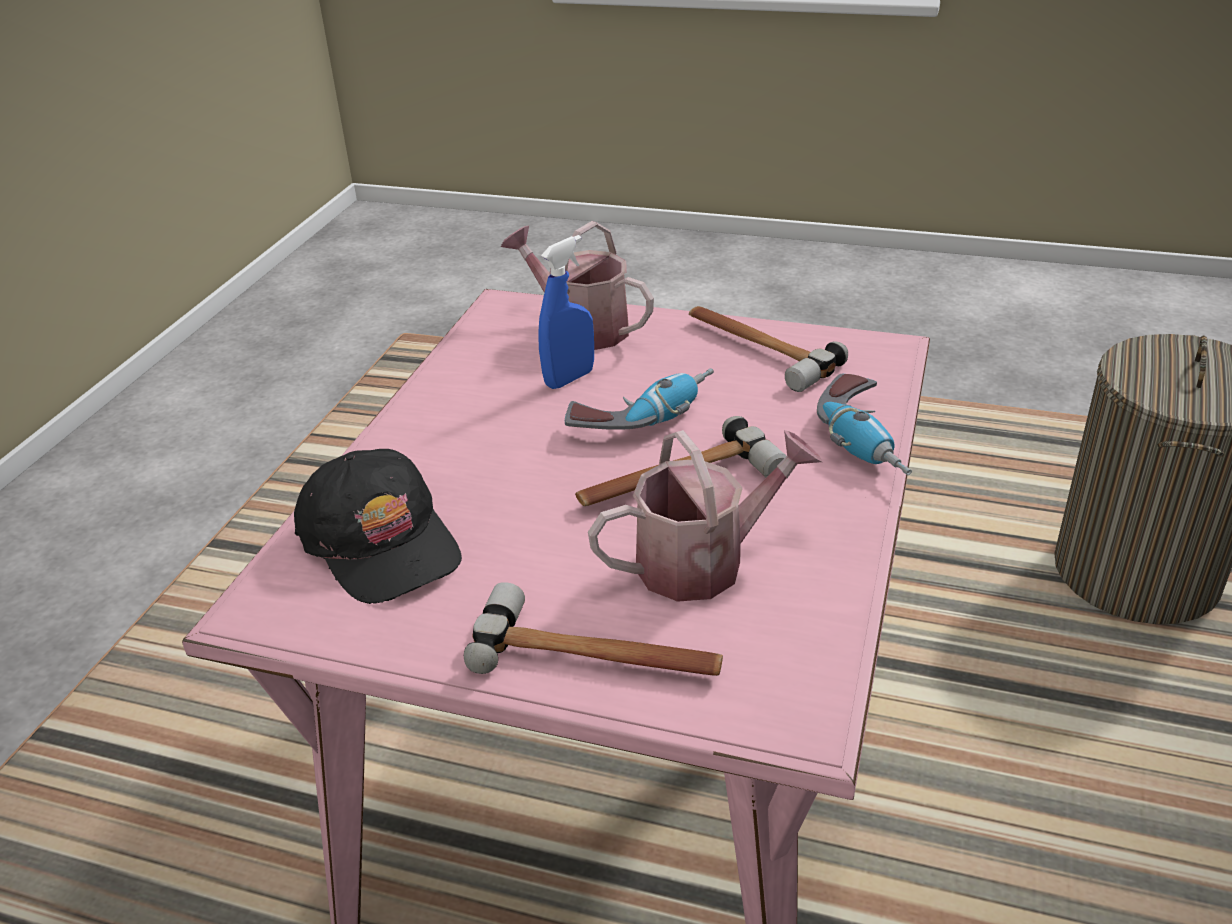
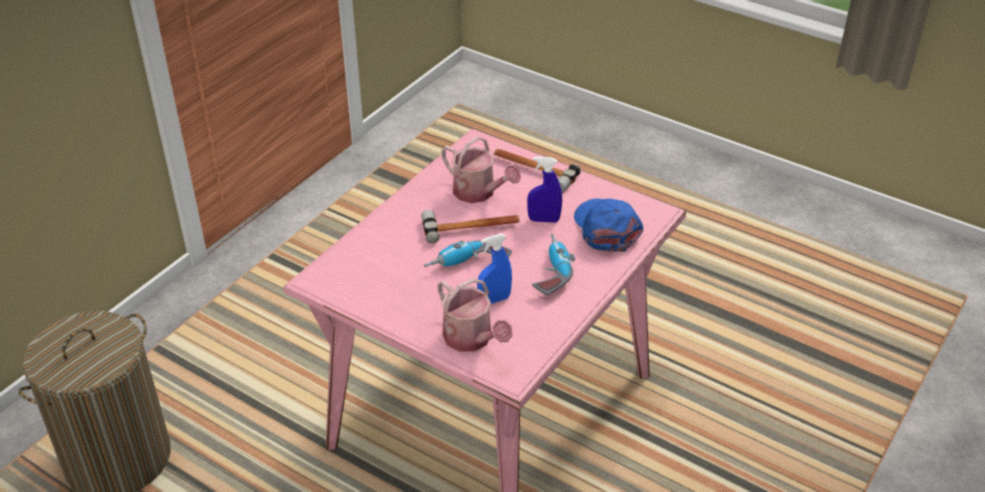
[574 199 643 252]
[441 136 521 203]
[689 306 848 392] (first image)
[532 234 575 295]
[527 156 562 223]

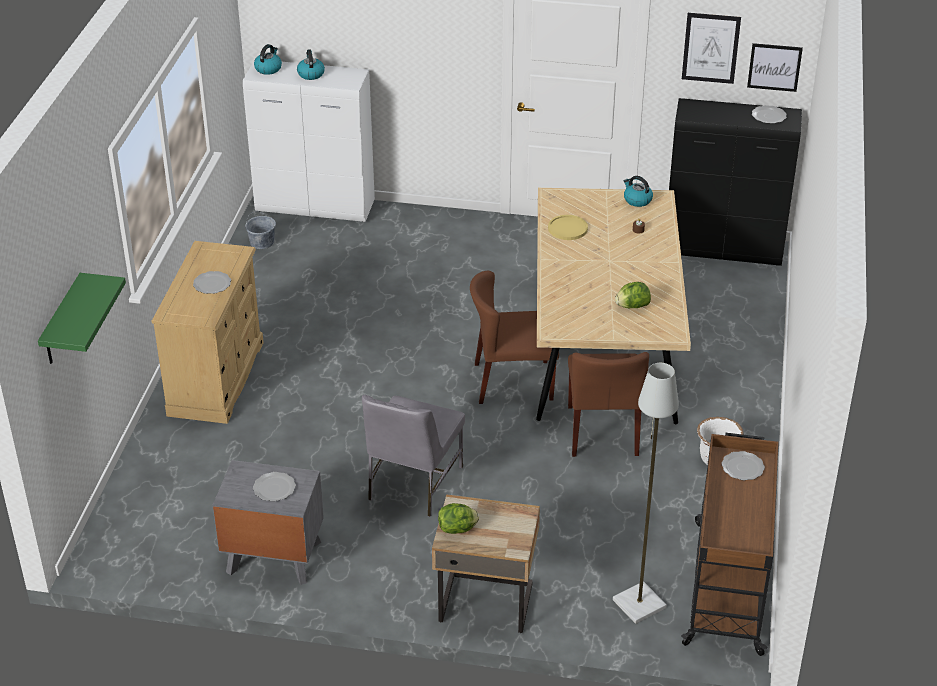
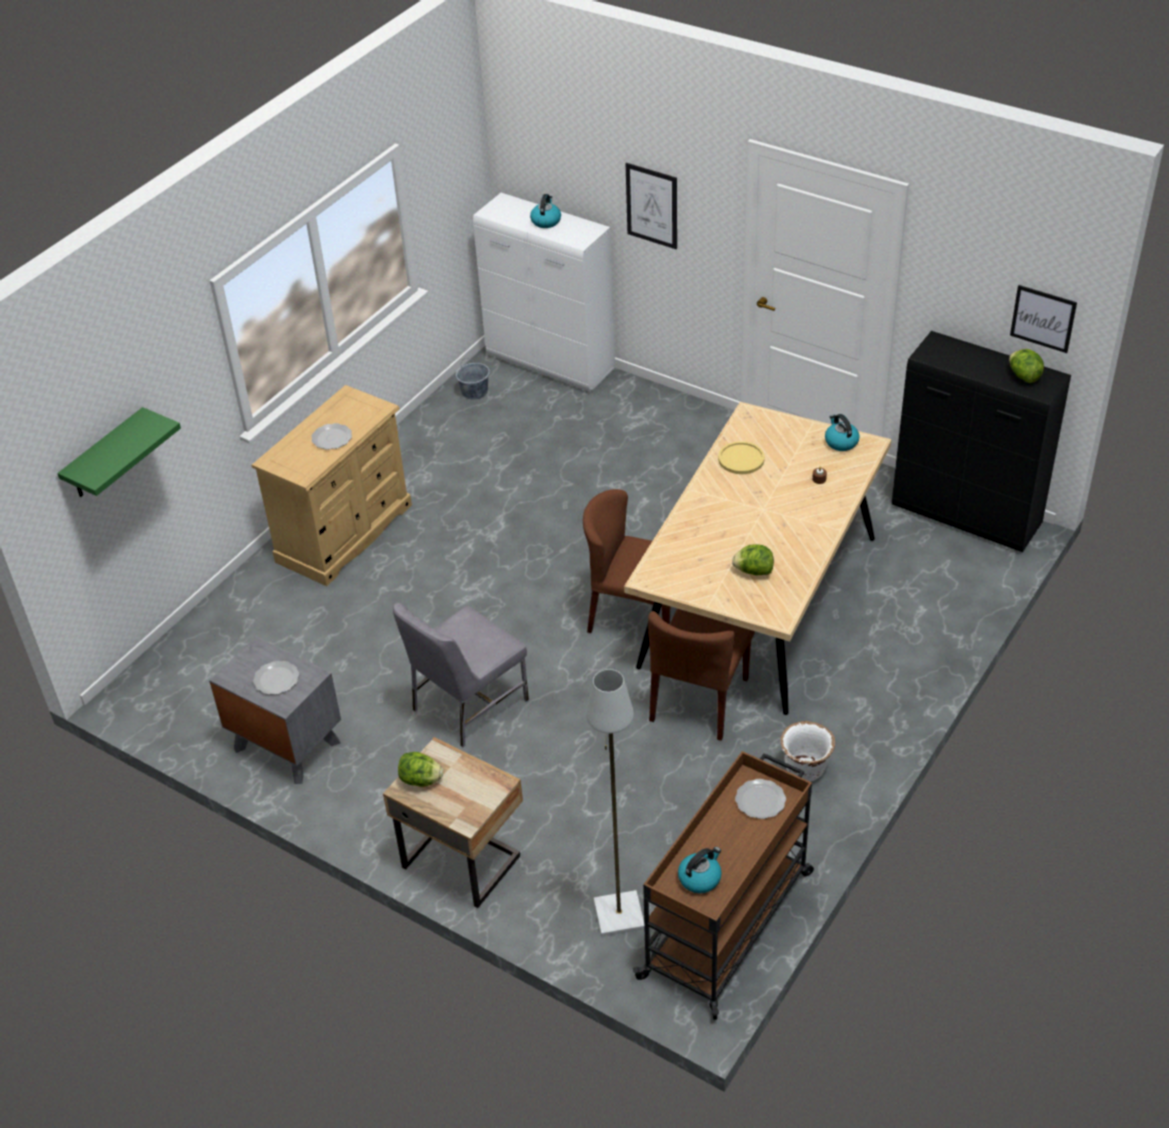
[678 847 722 893]
[626 163 677 249]
[1009 349 1044 383]

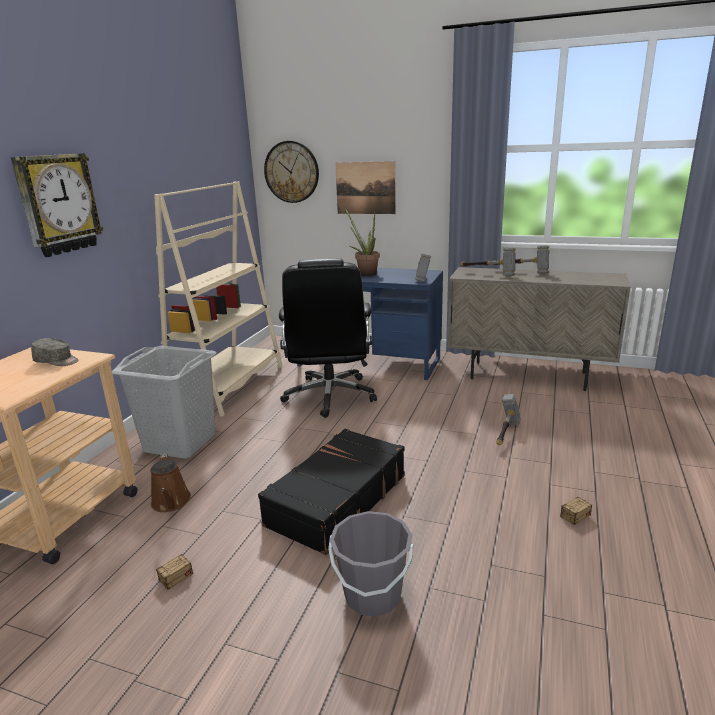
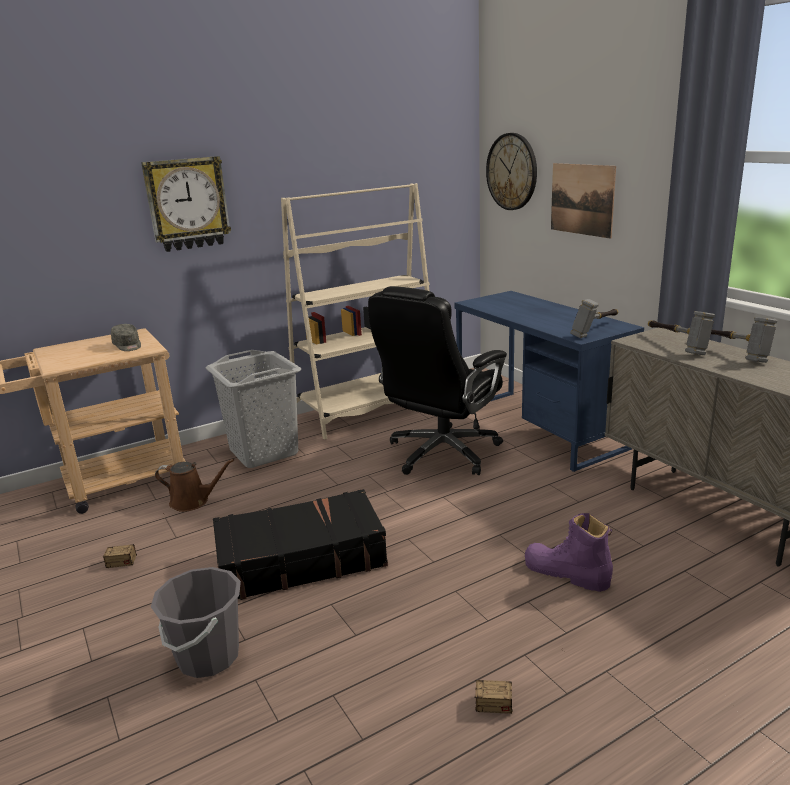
[155 459 234 512]
[344 207 380 276] (first image)
[525 513 613 592]

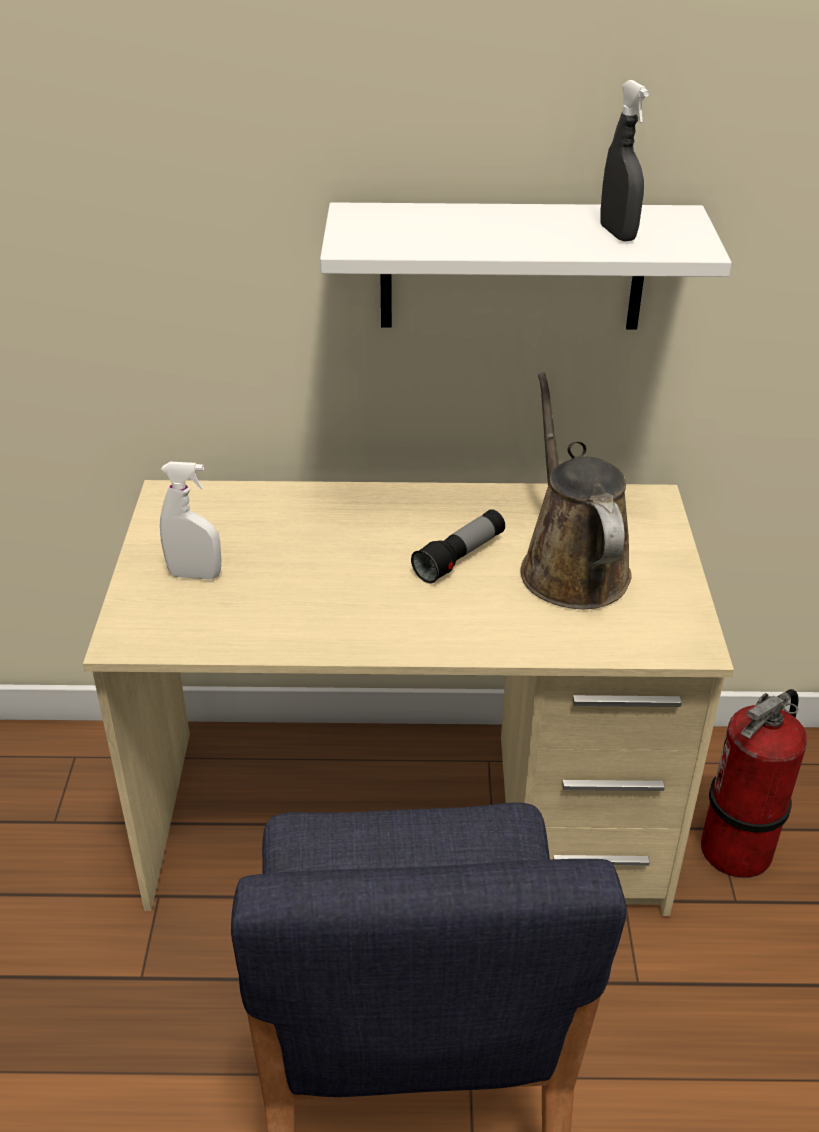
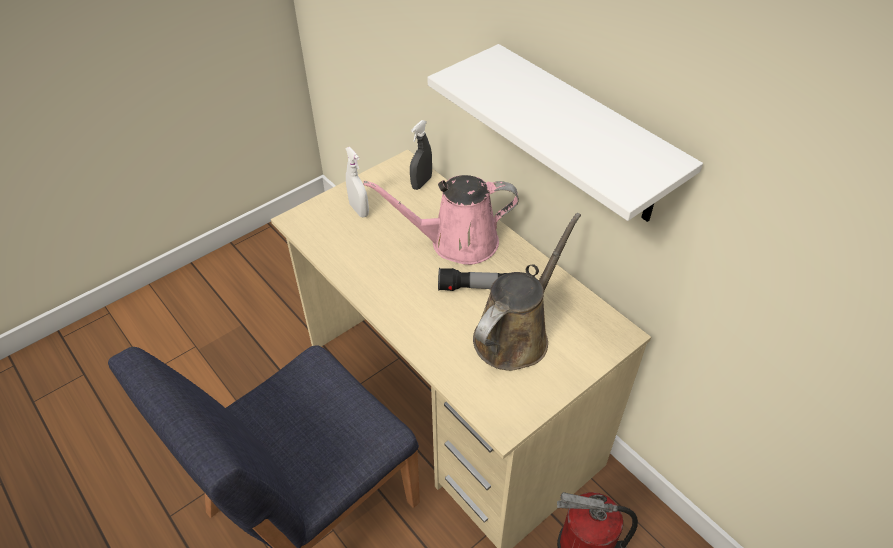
[410 120 432 190]
[363 175 519 265]

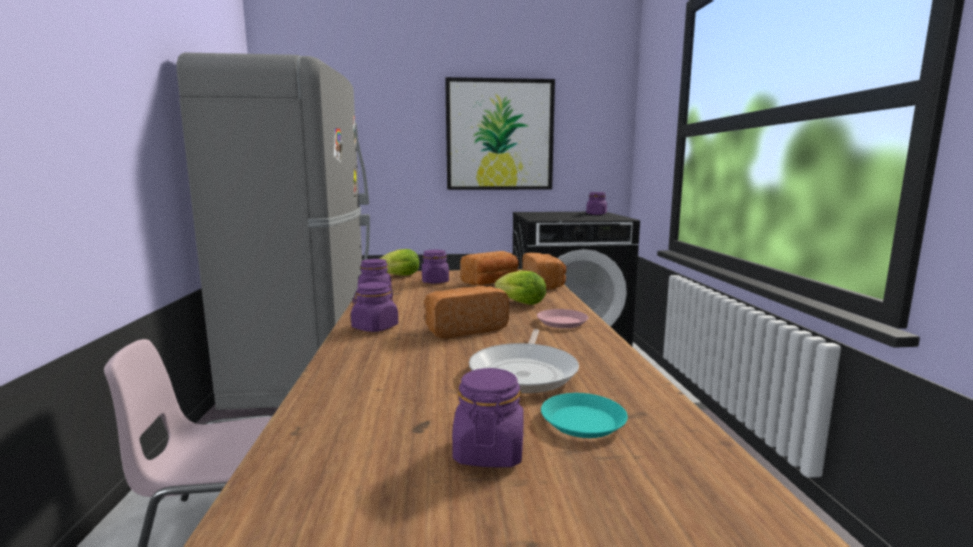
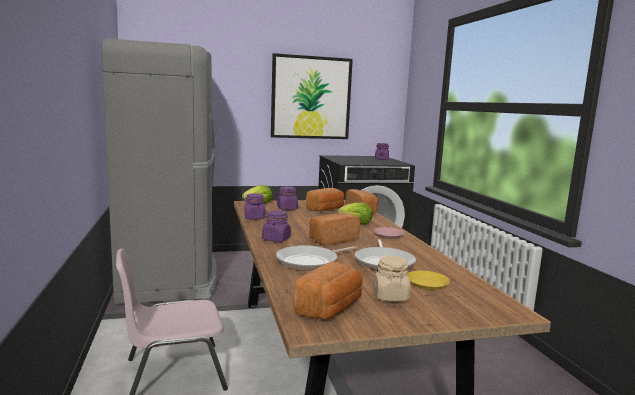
[373 256 411 301]
[407 271 450 290]
[276 245 357 271]
[294 261 363 319]

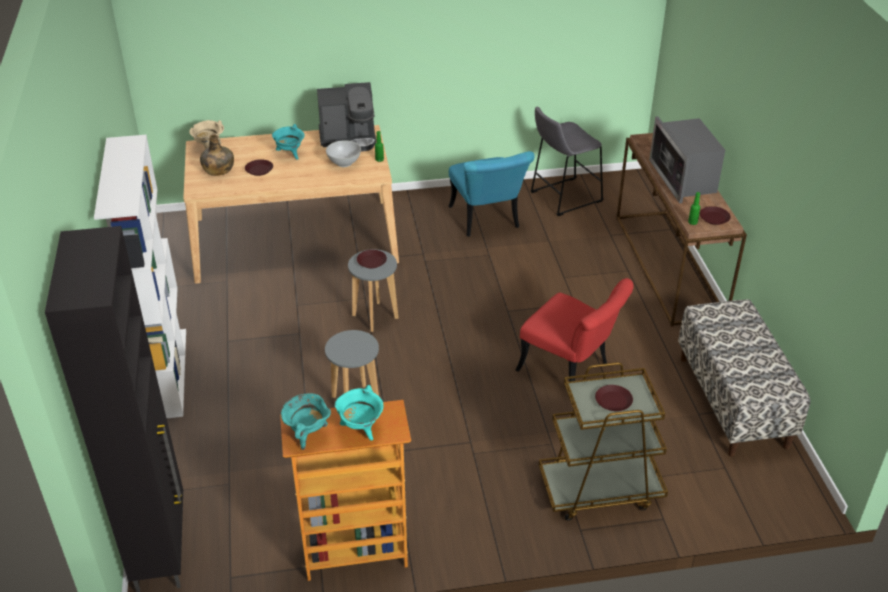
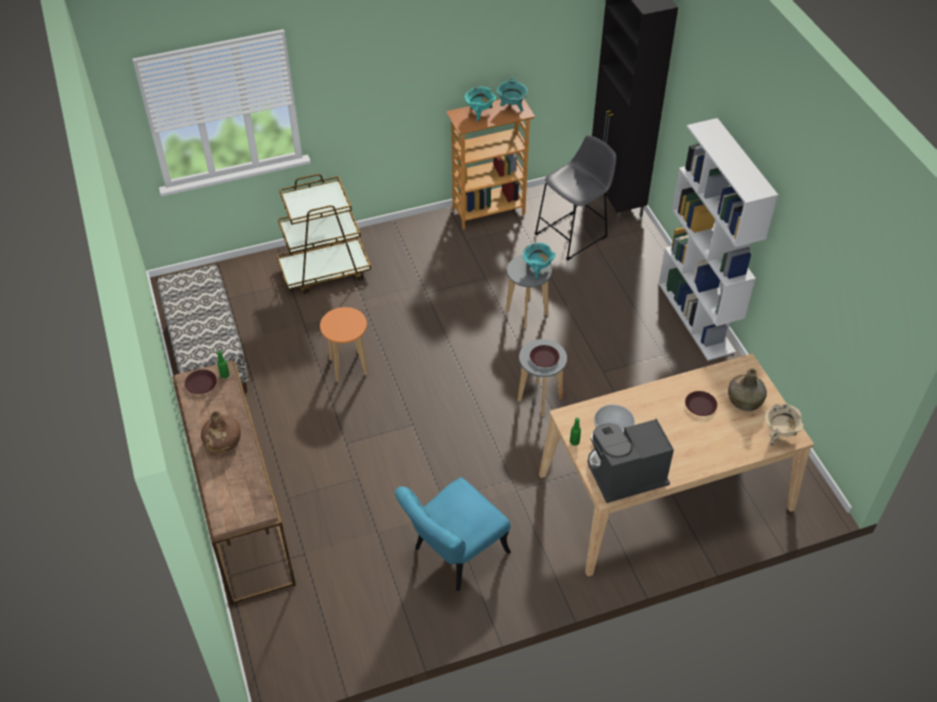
[523 243 556 280]
[395 477 511 591]
[320 307 368 382]
[534 135 617 261]
[595 385 633 411] (first image)
[201 411 241 453]

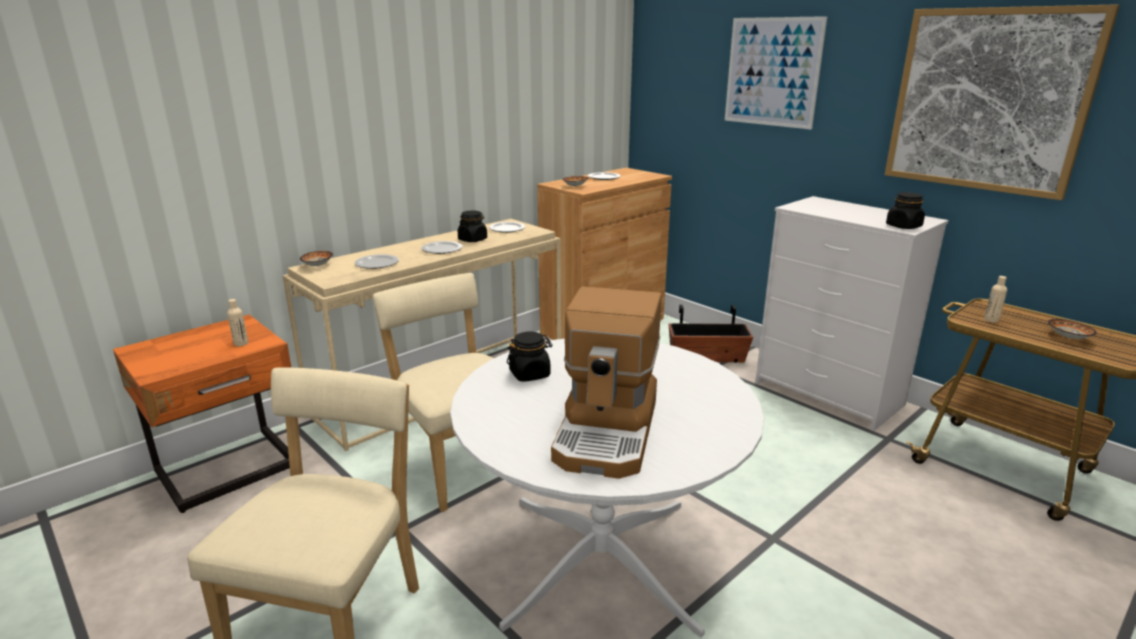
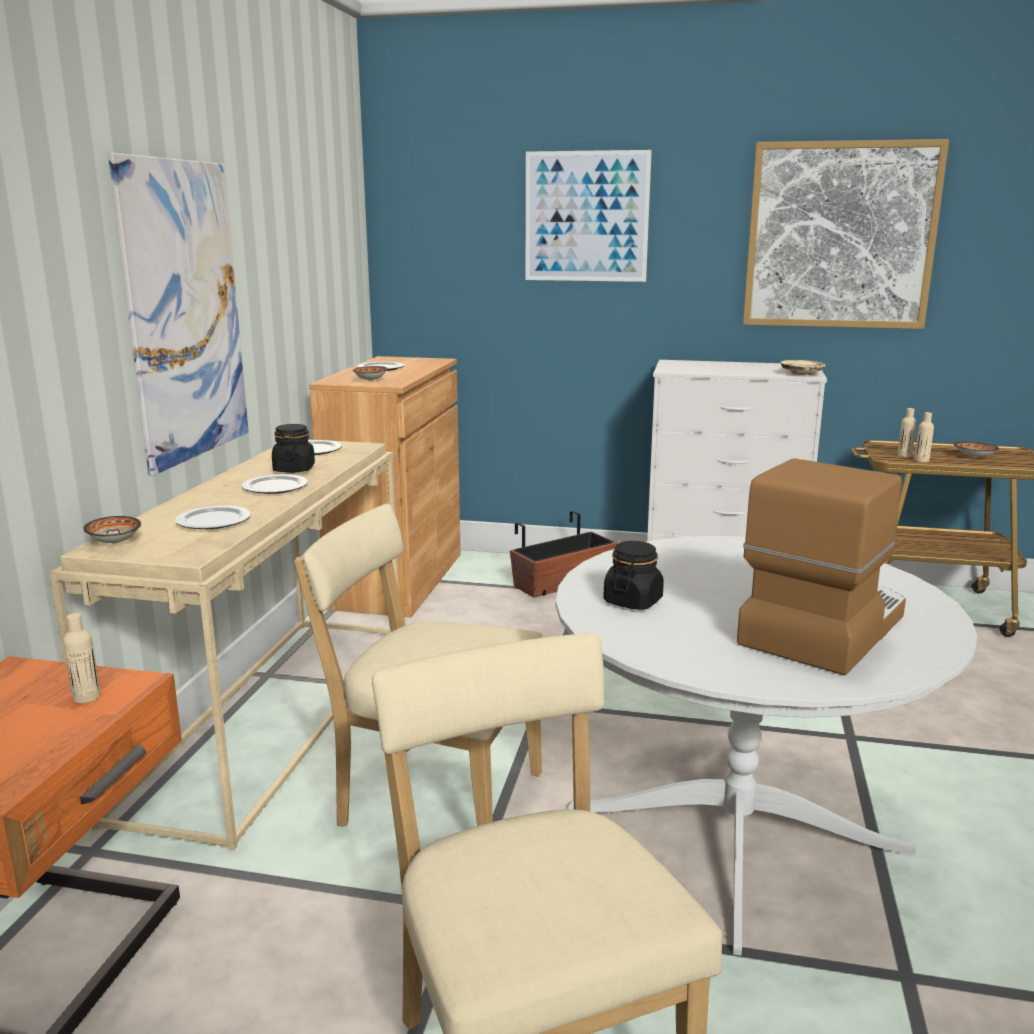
[737 458 906 676]
[781 360 825 375]
[108 153 249 476]
[914 412 934 462]

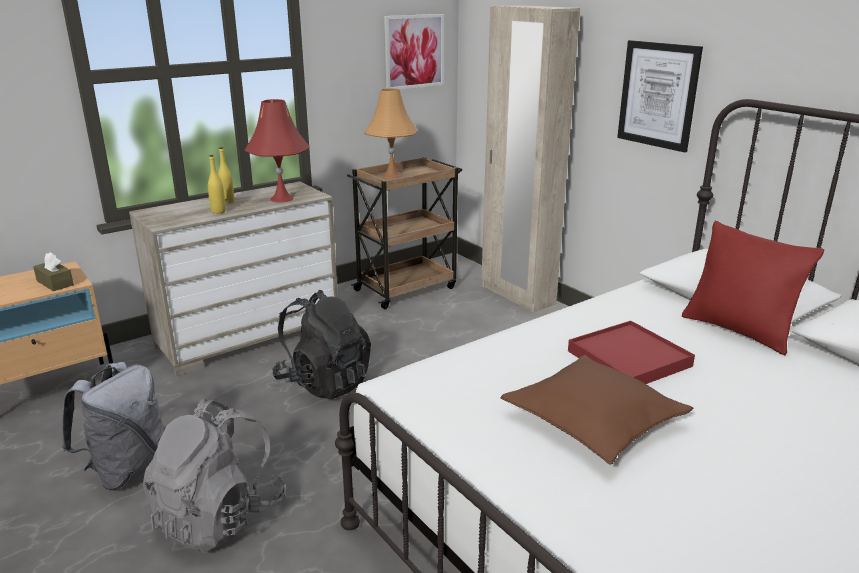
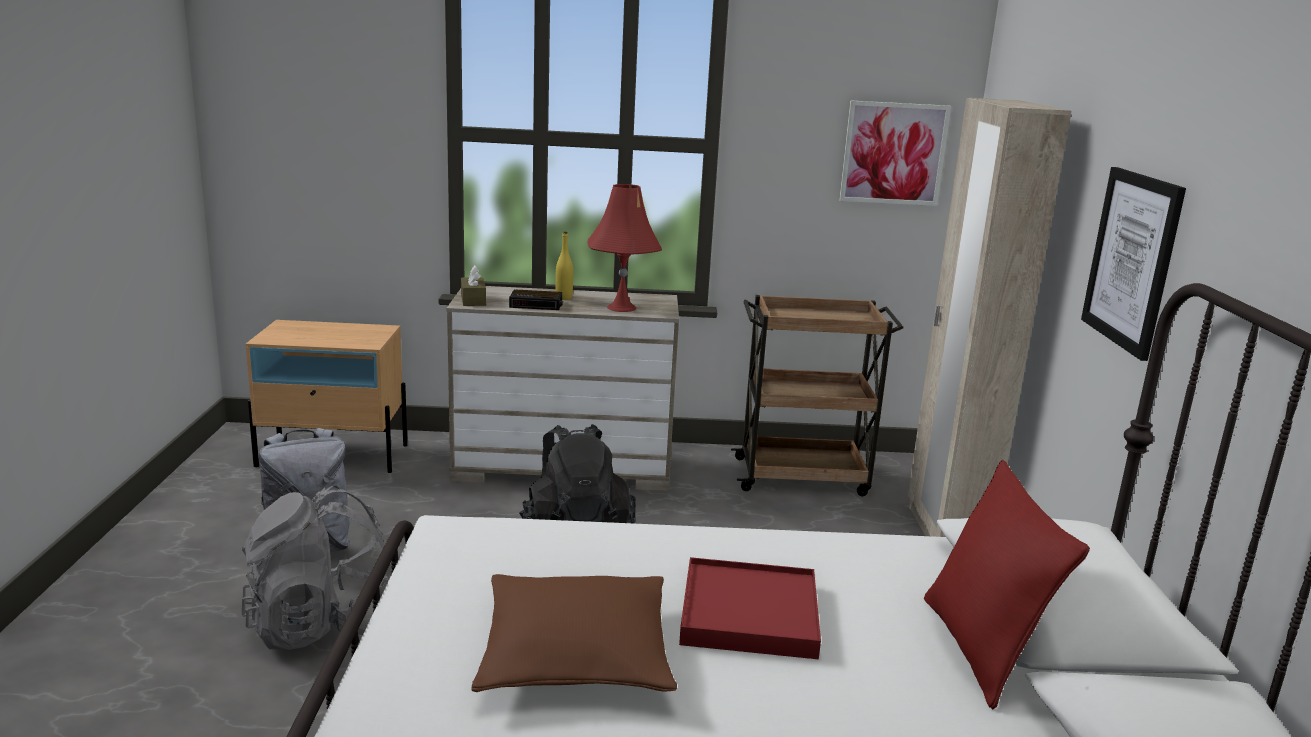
[461 265 486 306]
[509 289 563 310]
[364 88 417 178] (first image)

